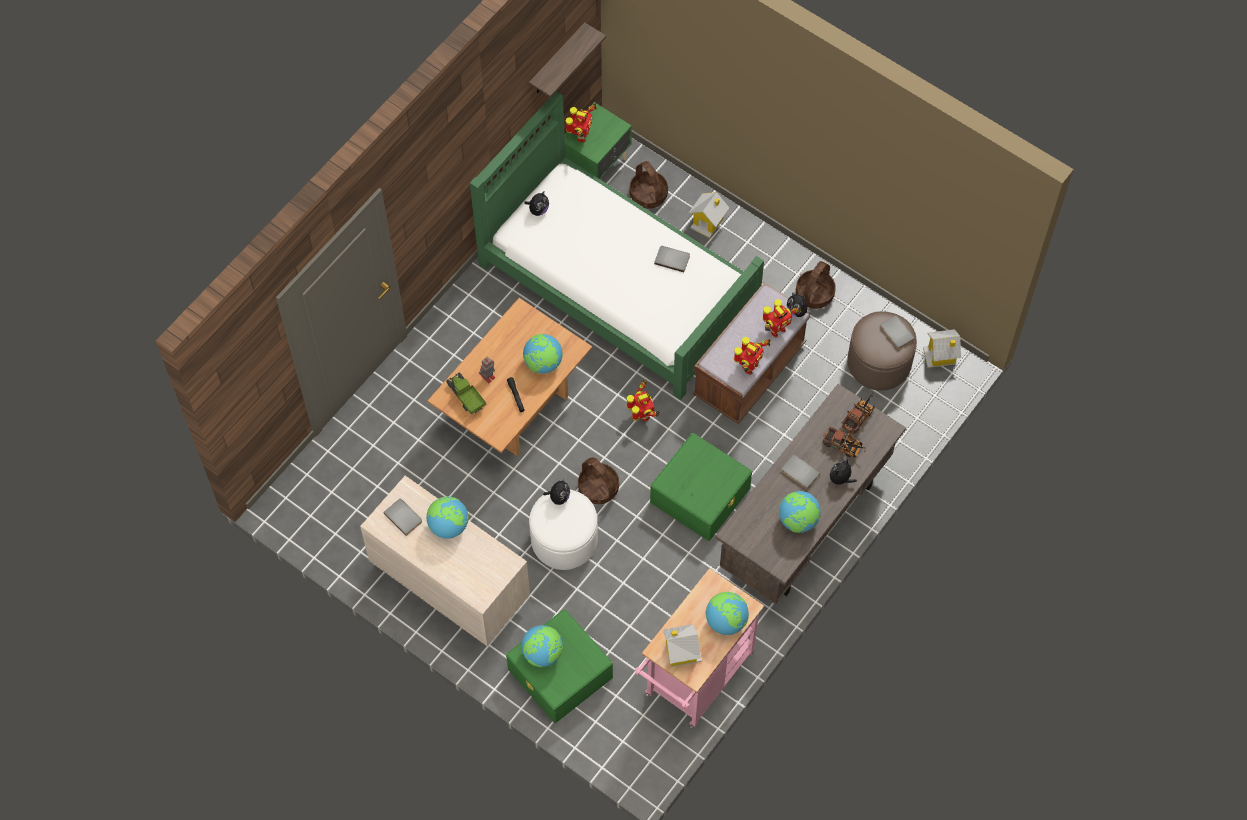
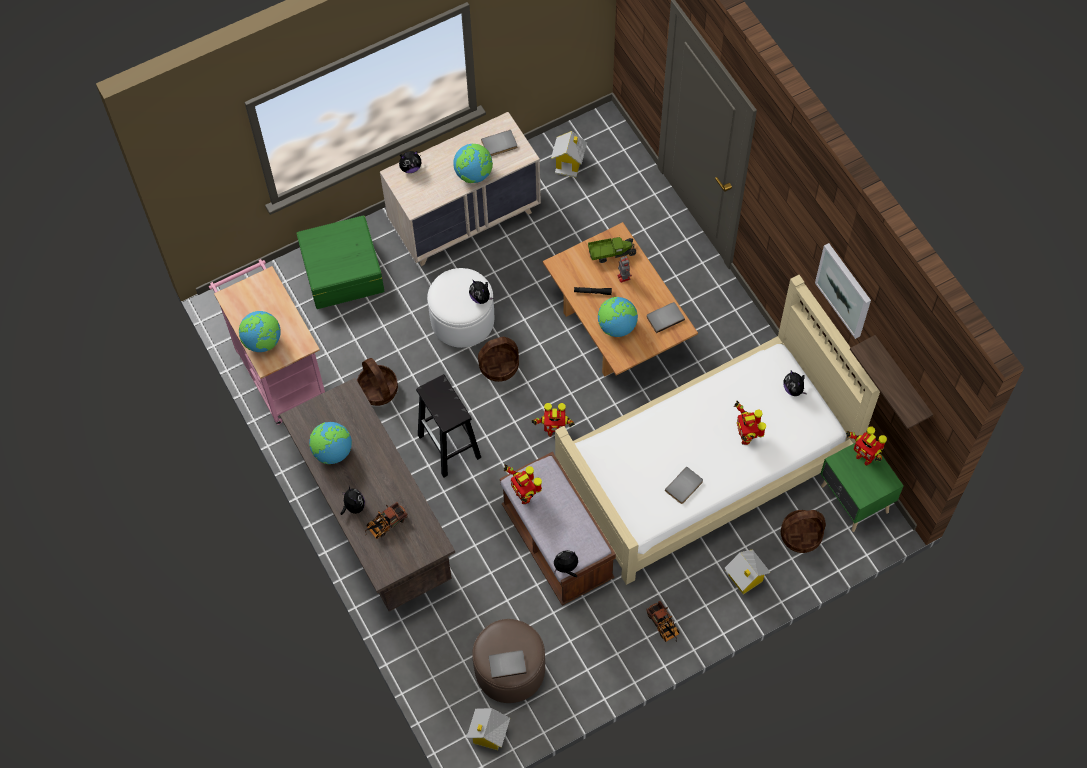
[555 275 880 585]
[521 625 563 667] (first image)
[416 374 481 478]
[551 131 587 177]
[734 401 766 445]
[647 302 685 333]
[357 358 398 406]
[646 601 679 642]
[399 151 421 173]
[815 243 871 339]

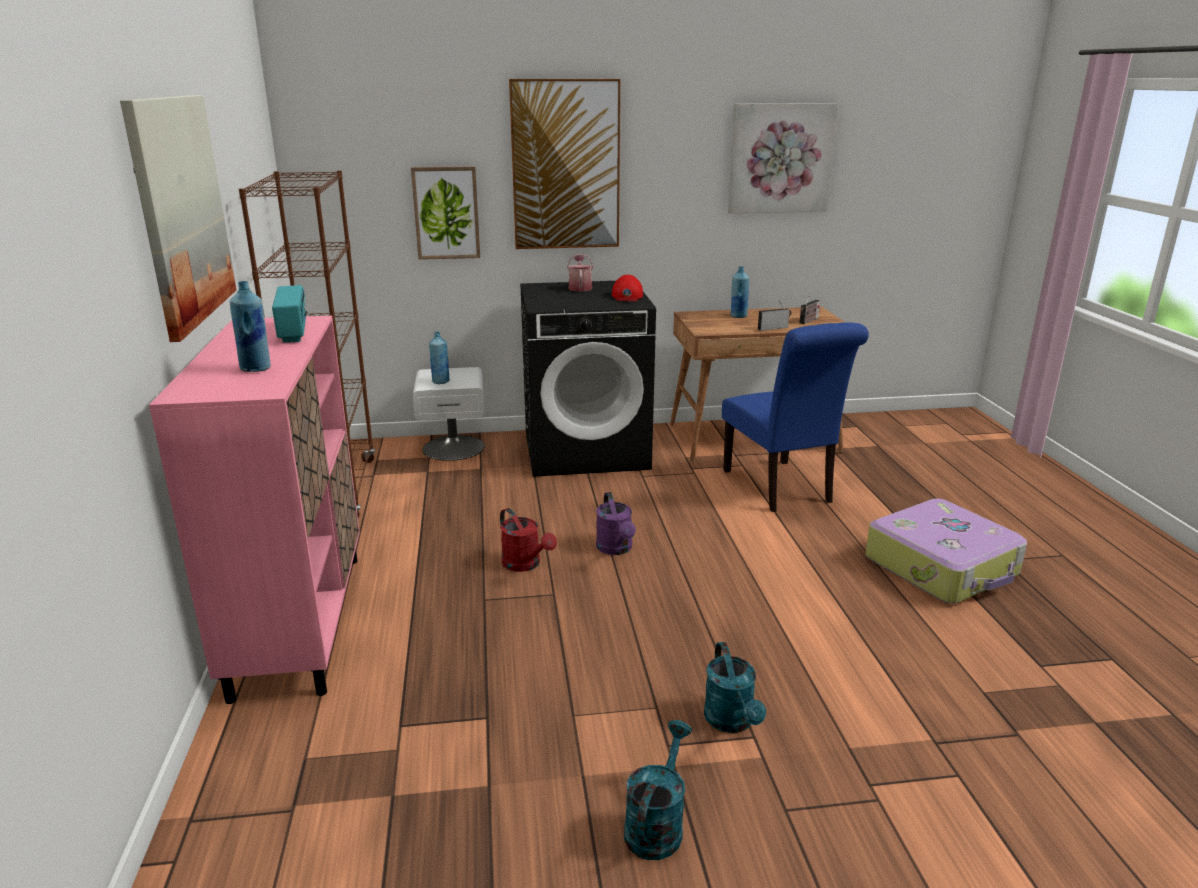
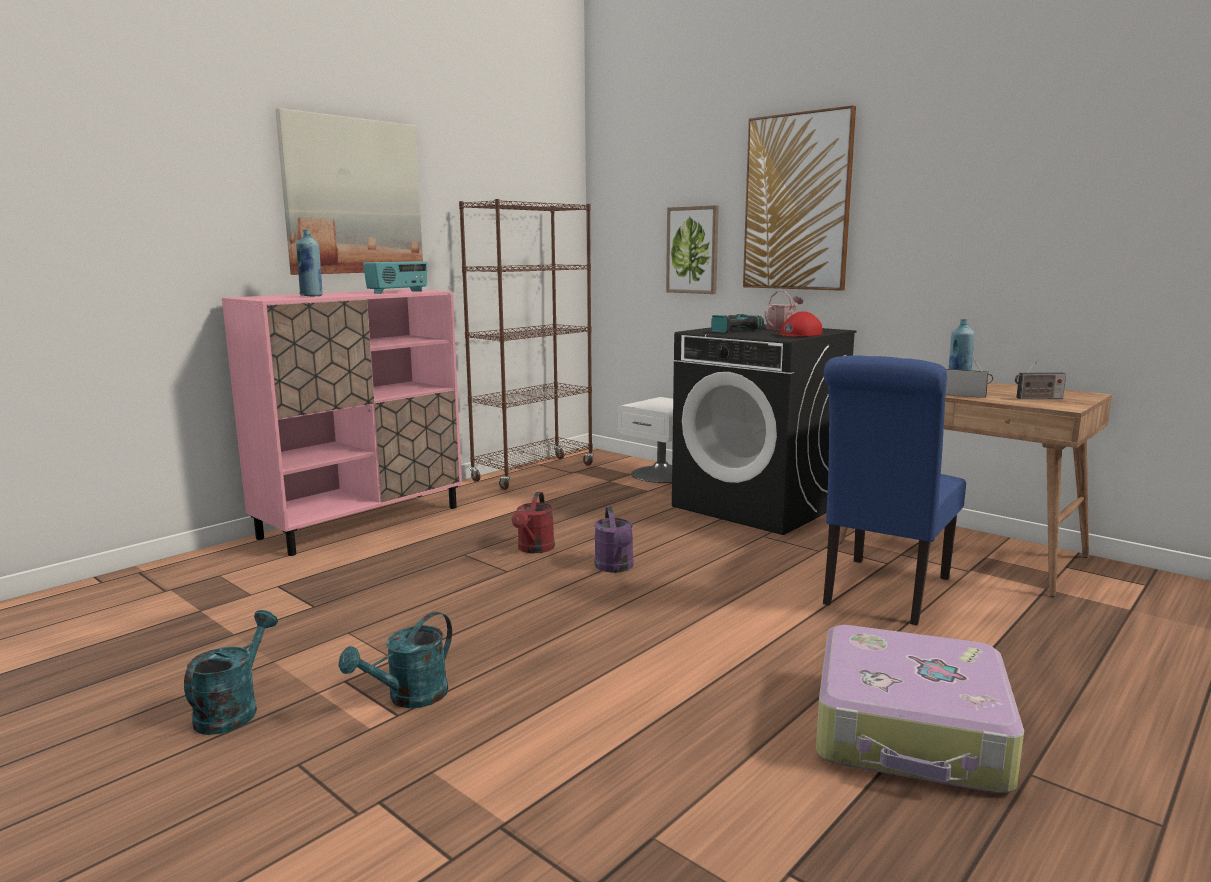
[429 331 450 384] (first image)
[594 507 634 573]
[184 610 278 735]
[728 103 838 213] (first image)
[711 314 764 333]

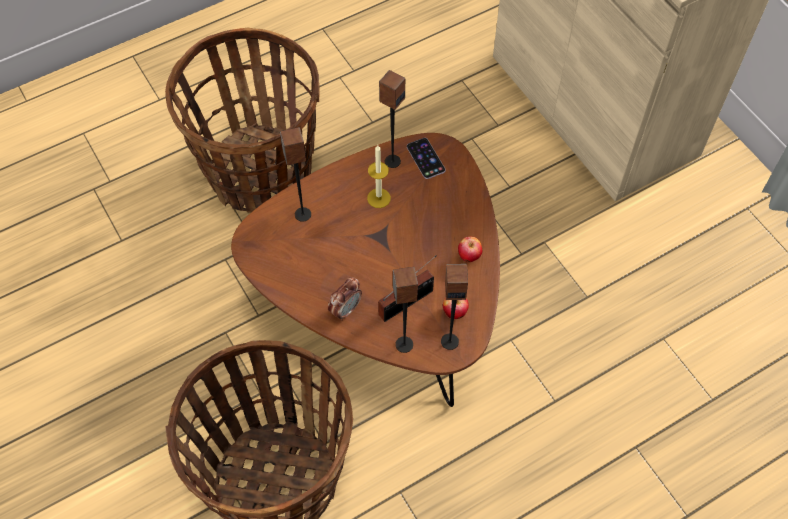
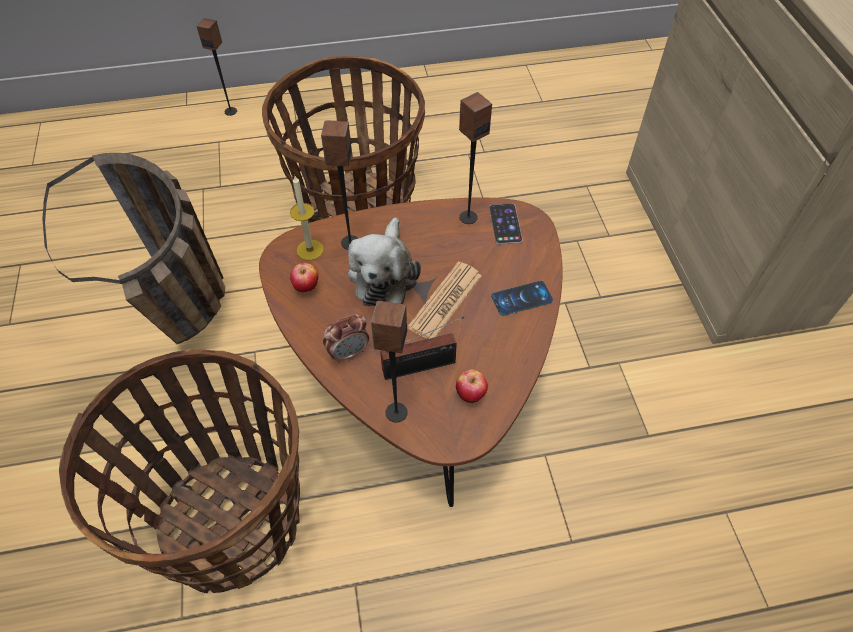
[290 176 324 260]
[197 18 237 116]
[290 263 319 292]
[42 153 225 344]
[348 217 421 306]
[408 262 482 339]
[491 281 553 316]

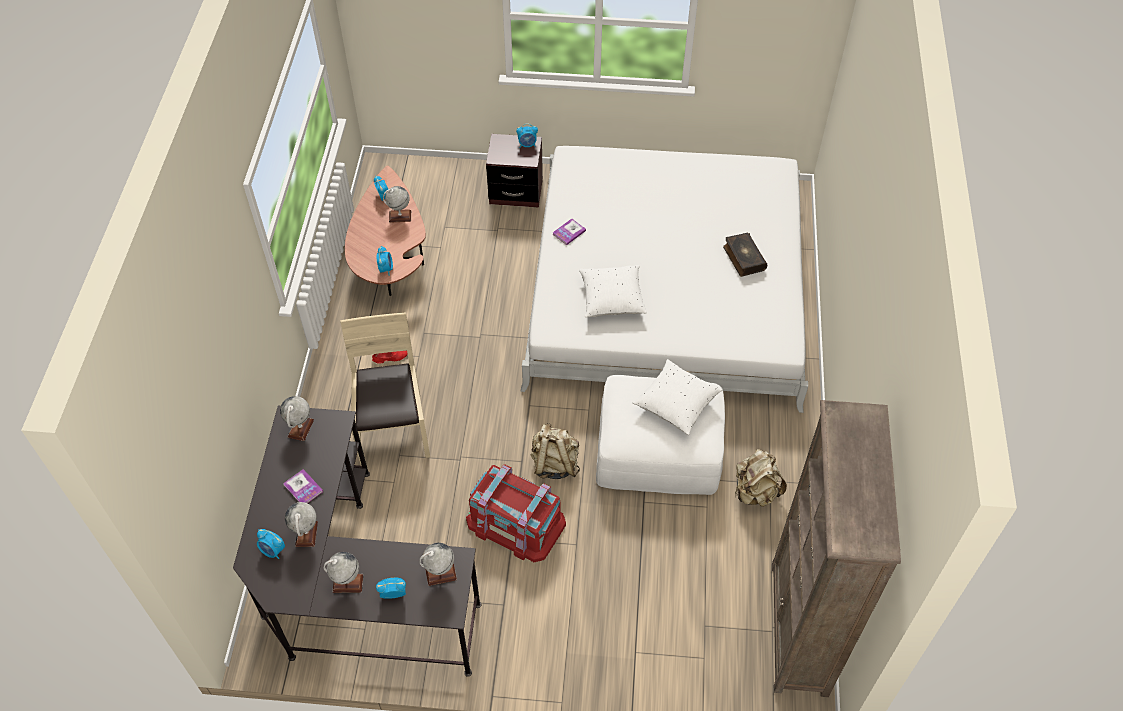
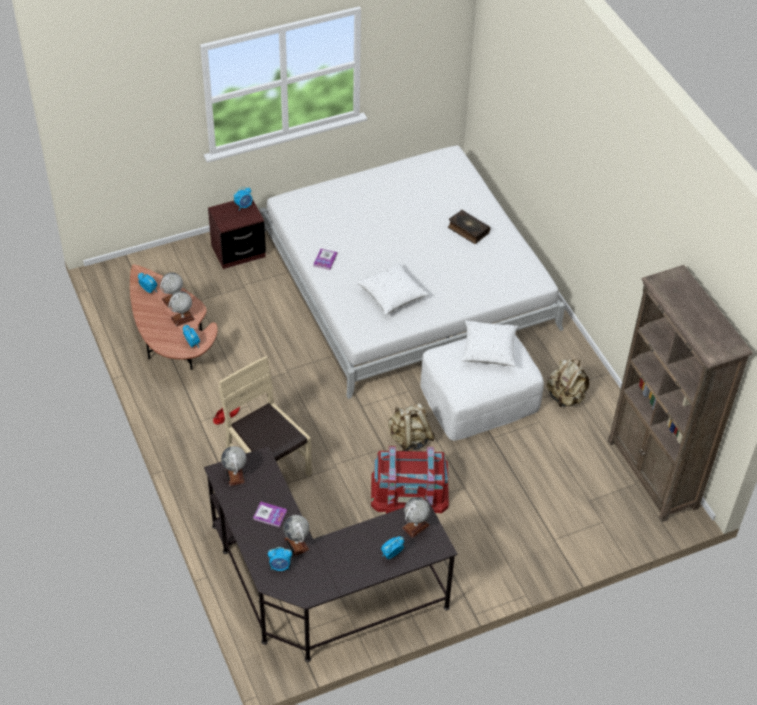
[169 291 195 327]

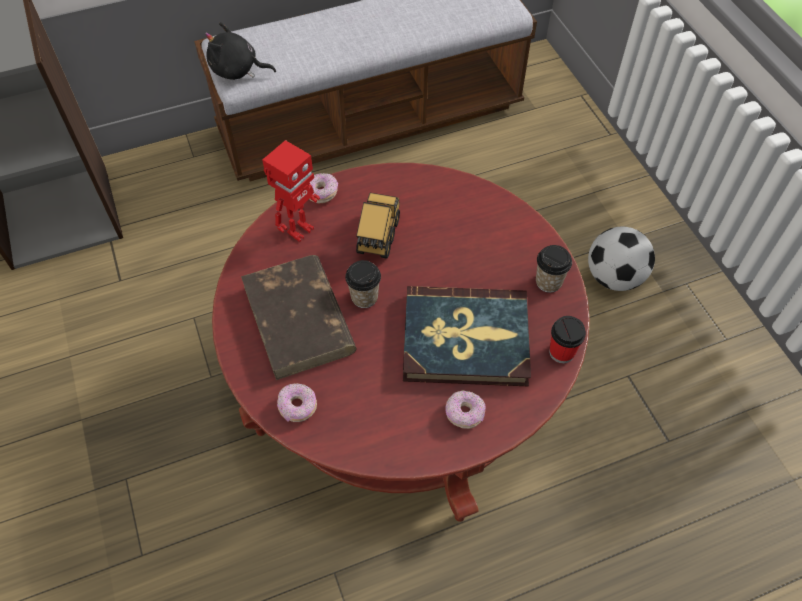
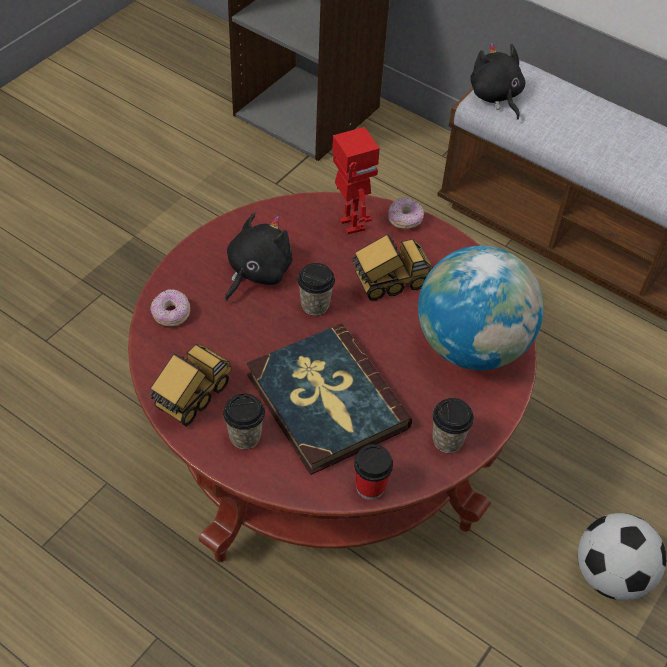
[225 213 292 301]
[332 127 380 234]
[223 393 265 449]
[149 344 231 426]
[418 246 544 370]

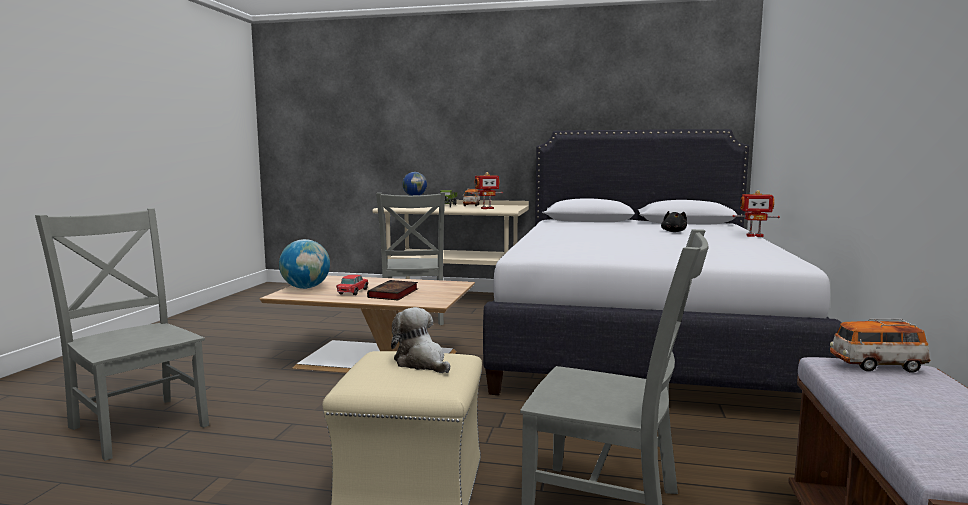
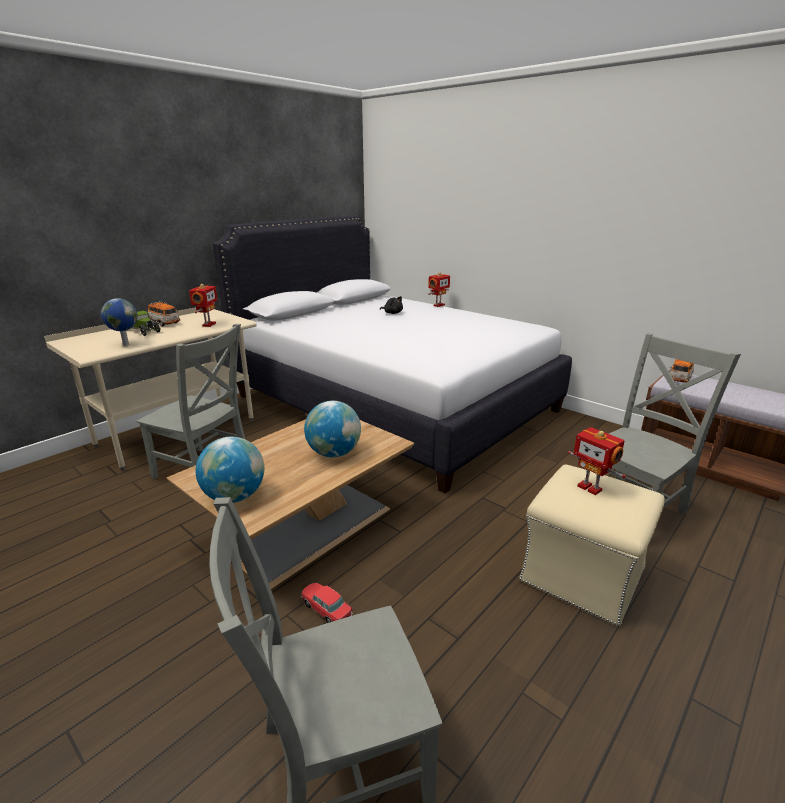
[301 583 353 623]
[304 401 361 457]
[568 427 626 495]

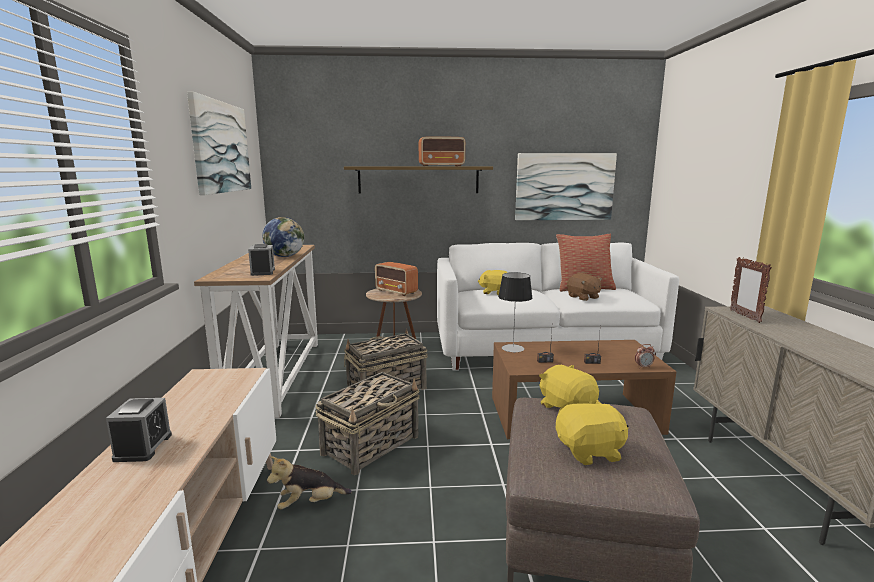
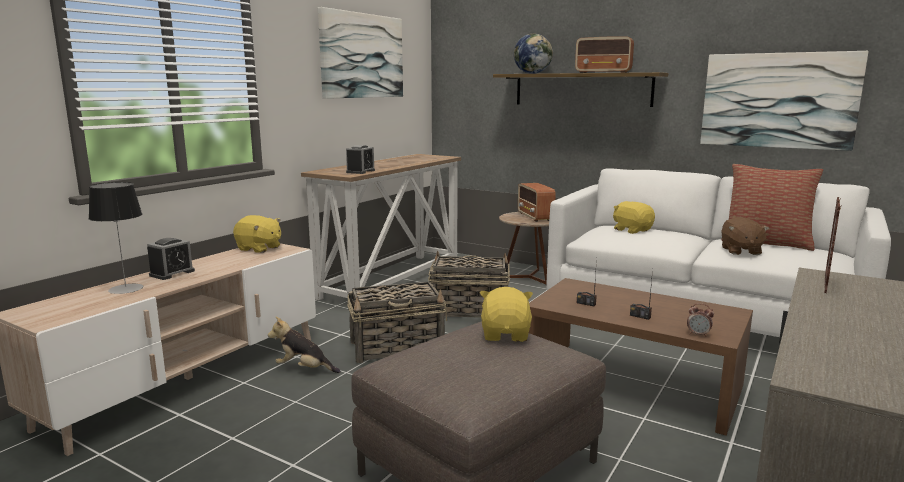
[514 33 553 74]
[88 182 143 294]
[233 215 281 253]

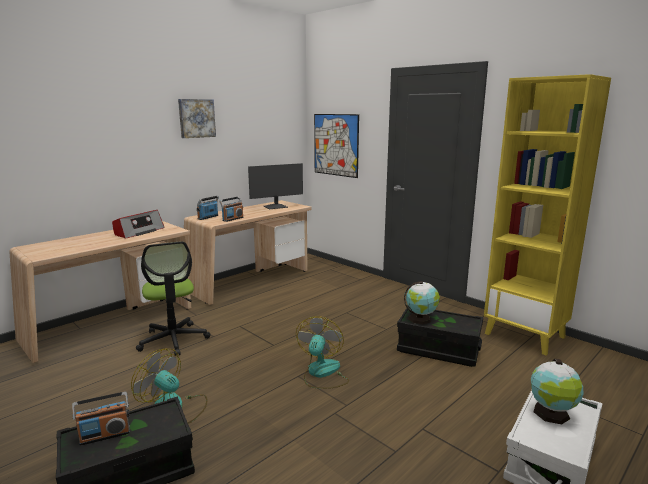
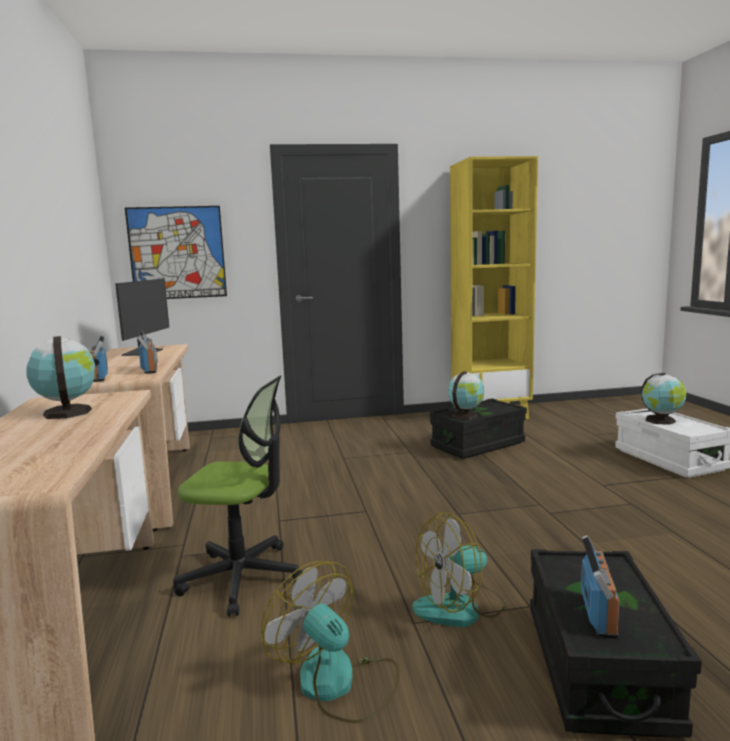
[27 336 95 419]
[178 99 216 138] (first image)
[261 561 400 723]

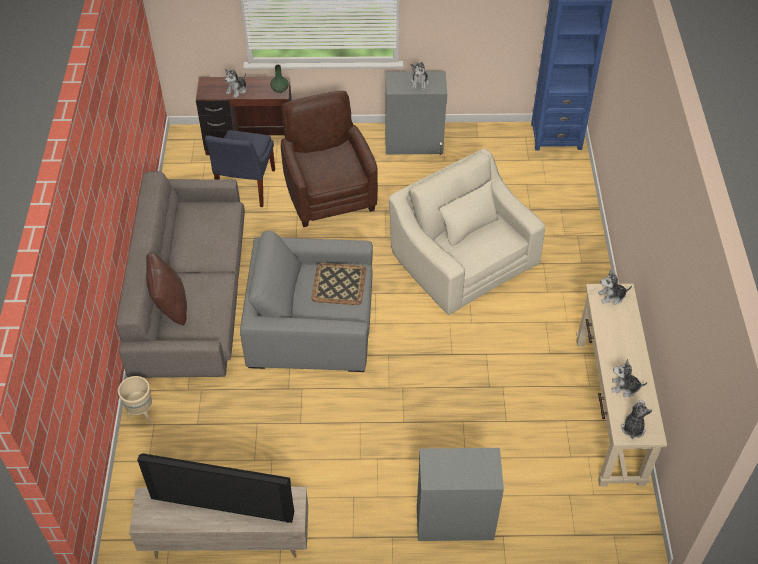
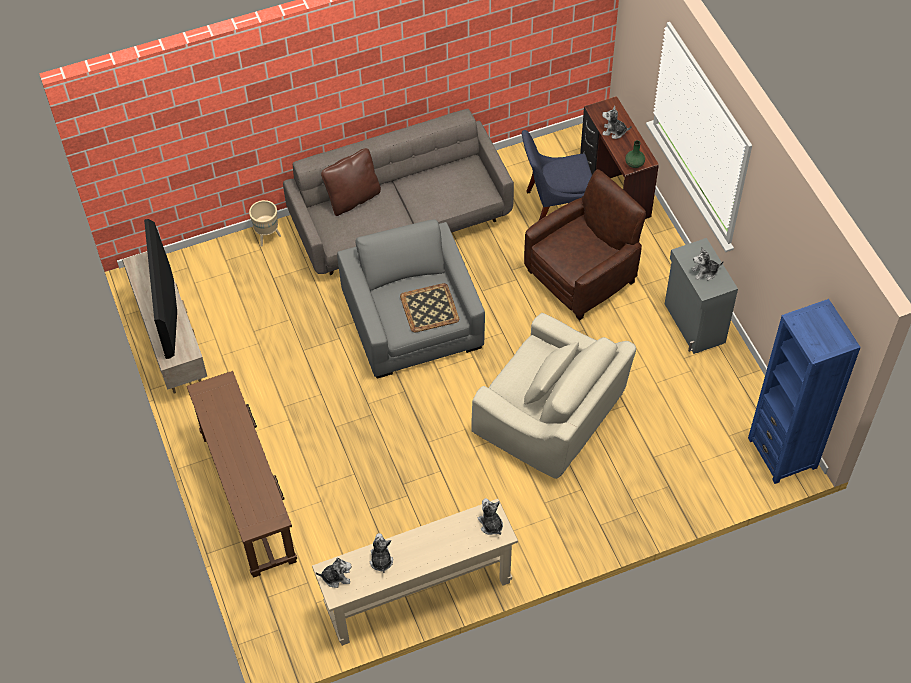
[471 313 636 479]
[187 371 297 578]

